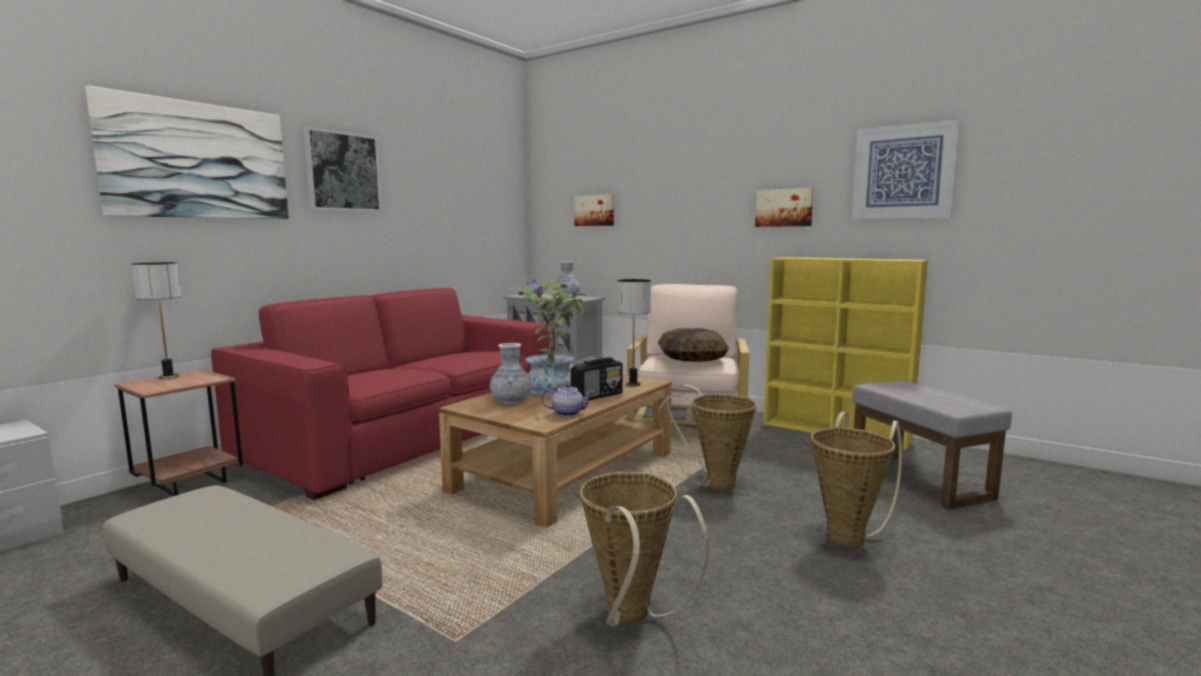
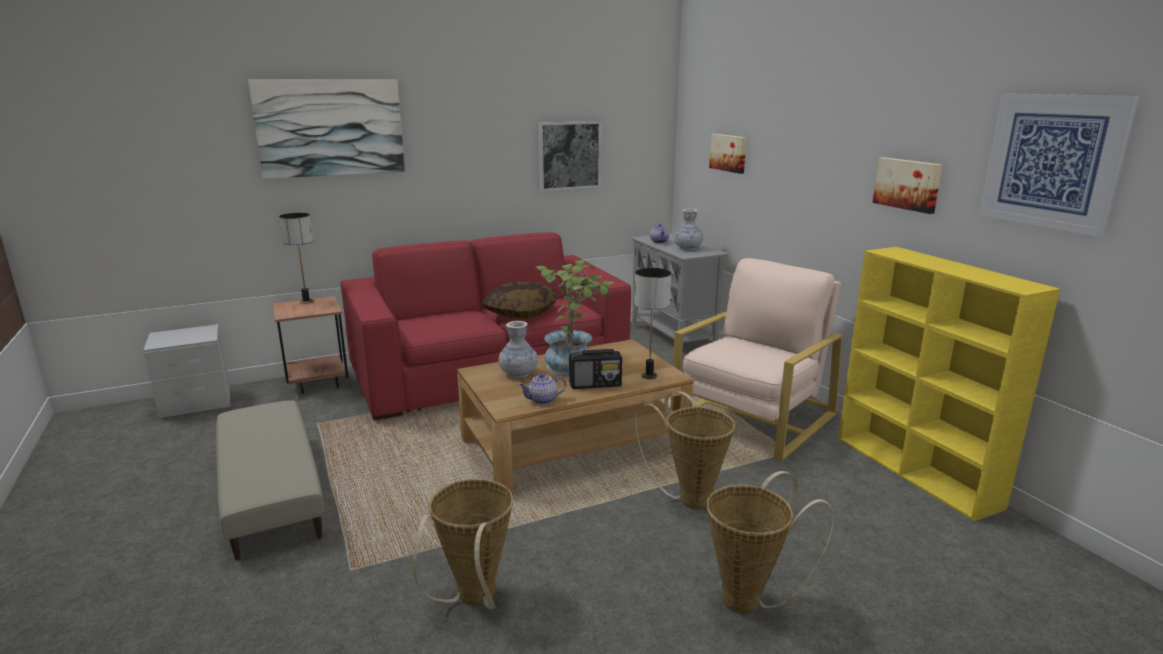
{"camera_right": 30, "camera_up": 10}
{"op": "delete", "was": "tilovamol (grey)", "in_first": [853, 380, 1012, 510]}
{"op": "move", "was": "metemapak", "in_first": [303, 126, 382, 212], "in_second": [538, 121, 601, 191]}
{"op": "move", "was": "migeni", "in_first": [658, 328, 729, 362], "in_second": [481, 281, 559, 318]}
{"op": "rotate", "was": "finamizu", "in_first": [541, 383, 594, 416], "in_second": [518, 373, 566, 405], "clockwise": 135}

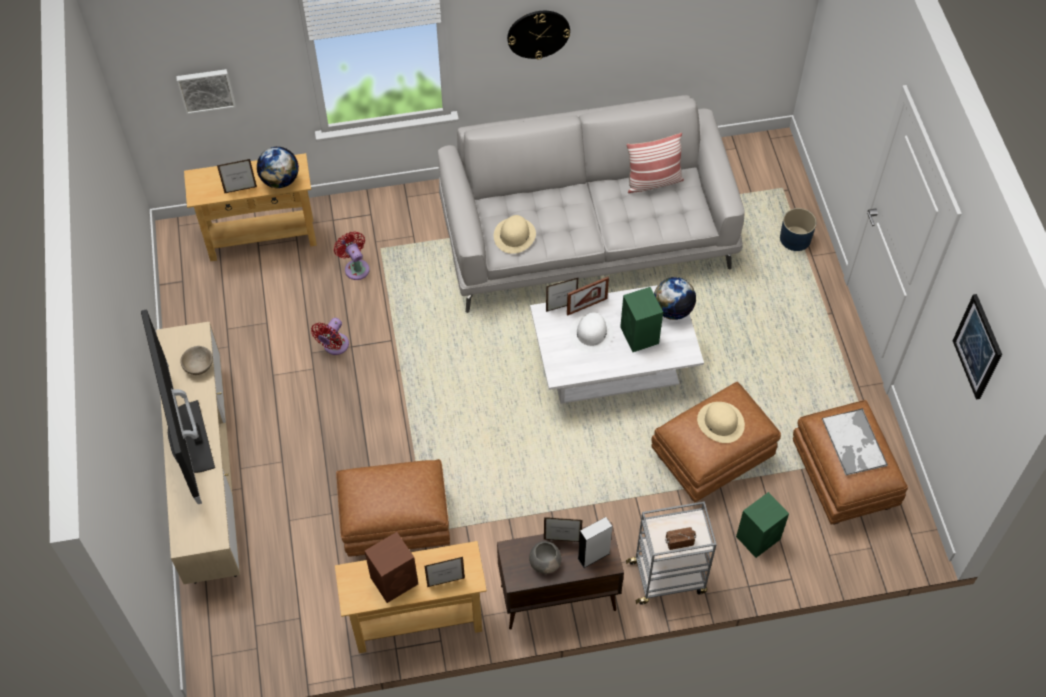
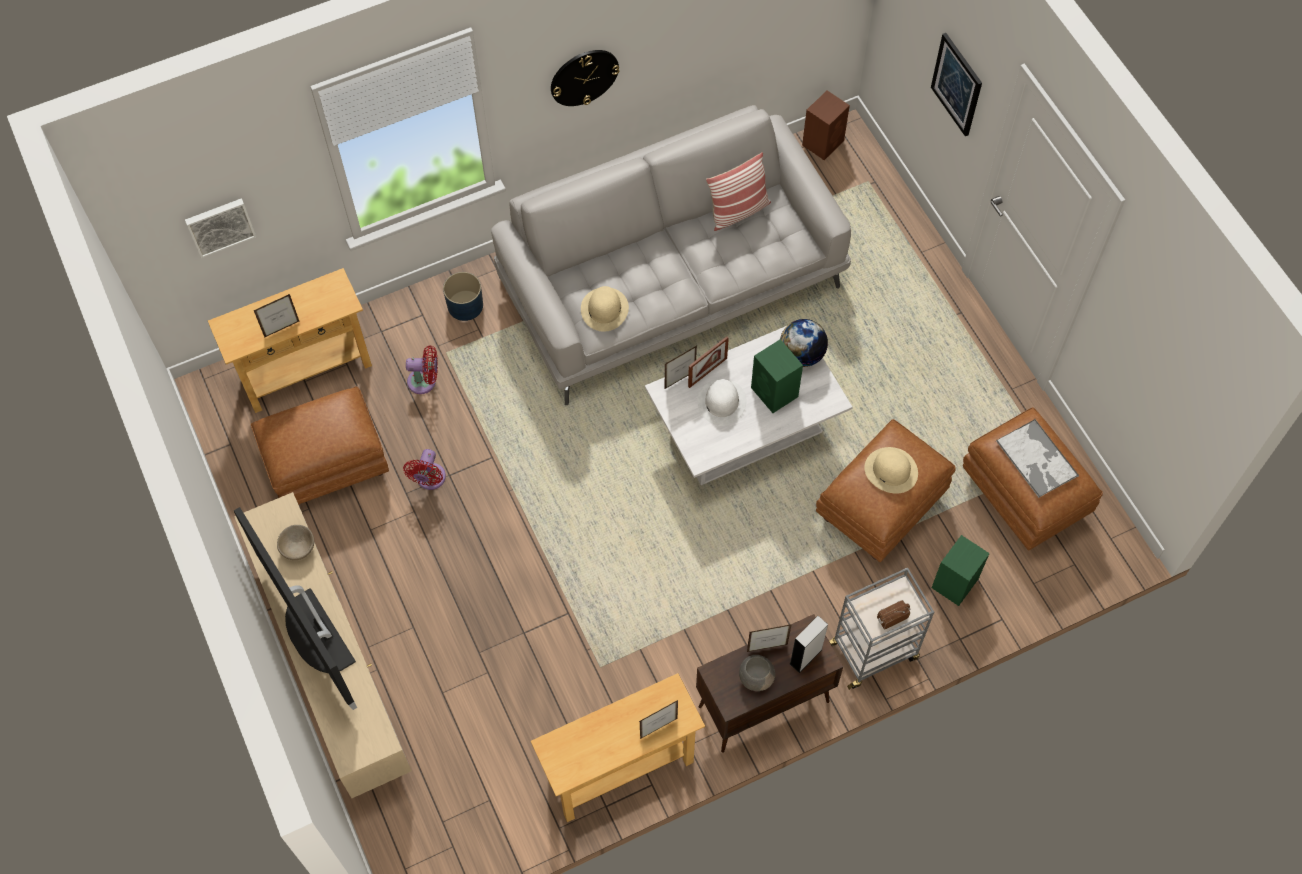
{"camera_right": -15, "camera_up": 5}
{"op": "delete", "was": "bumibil", "in_first": [257, 147, 299, 188]}
{"op": "move", "was": "tilovamol (brown)", "in_first": [336, 459, 450, 557], "in_second": [251, 386, 389, 505]}
{"op": "move", "was": "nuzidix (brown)", "in_first": [365, 532, 418, 603], "in_second": [802, 90, 850, 160]}
{"op": "move", "was": "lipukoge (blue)", "in_first": [780, 208, 816, 251], "in_second": [443, 272, 483, 321]}
{"op": "move", "was": "metemapak", "in_first": [953, 294, 1002, 399], "in_second": [931, 33, 982, 136]}
{"op": "rotate", "was": "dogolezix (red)", "in_first": [334, 231, 370, 280], "in_second": [406, 345, 438, 394], "clockwise": 135}

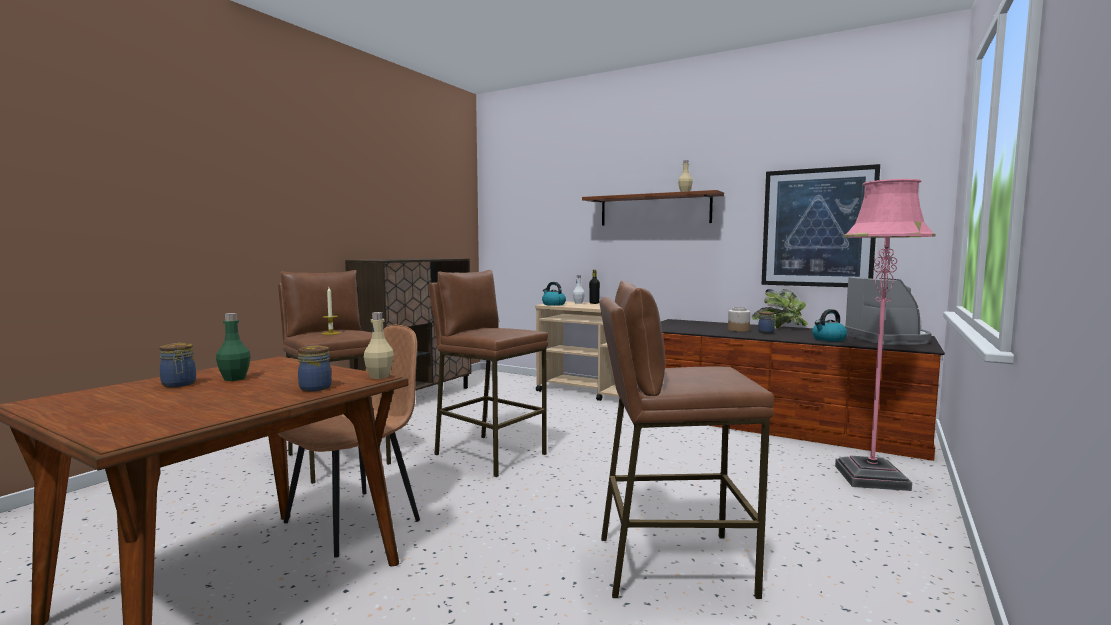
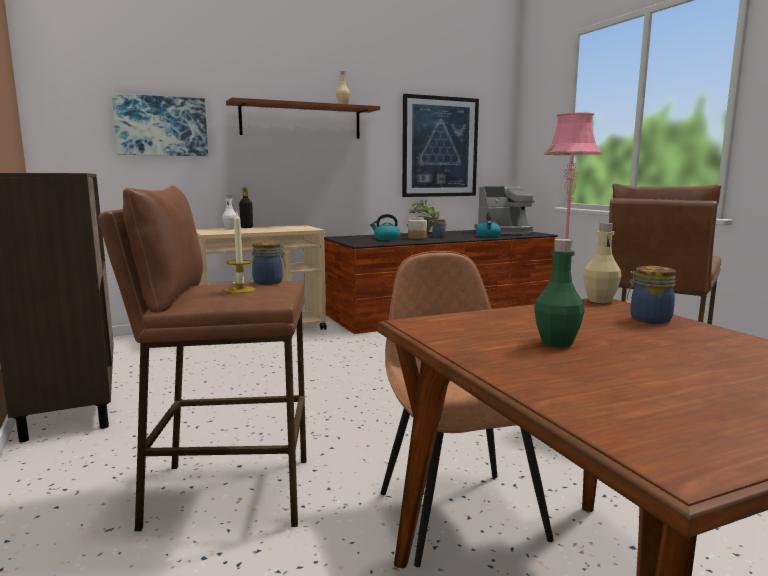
{"camera_right": -55, "camera_up": 5}
{"op": "delete", "was": "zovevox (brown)", "in_first": [429, 270, 548, 477]}
{"op": "insert", "now": "metemapak", "in_second": [112, 93, 208, 156]}
{"op": "move", "was": "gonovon", "in_first": [159, 343, 196, 387], "in_second": [252, 241, 286, 285]}
{"op": "move", "was": "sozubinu", "in_first": [542, 282, 566, 306], "in_second": [370, 214, 400, 240]}
{"op": "rotate", "was": "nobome", "in_first": [845, 277, 932, 345], "in_second": [474, 186, 534, 234], "clockwise": 135}

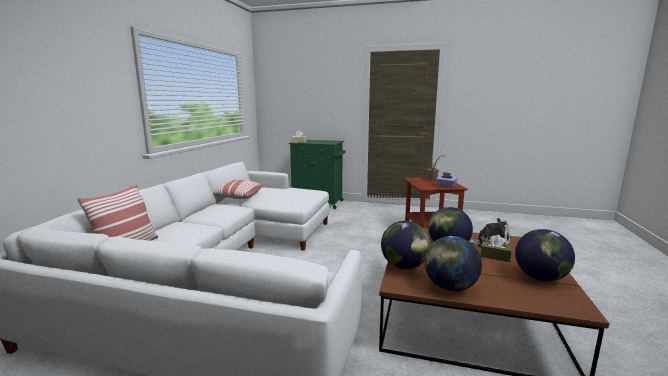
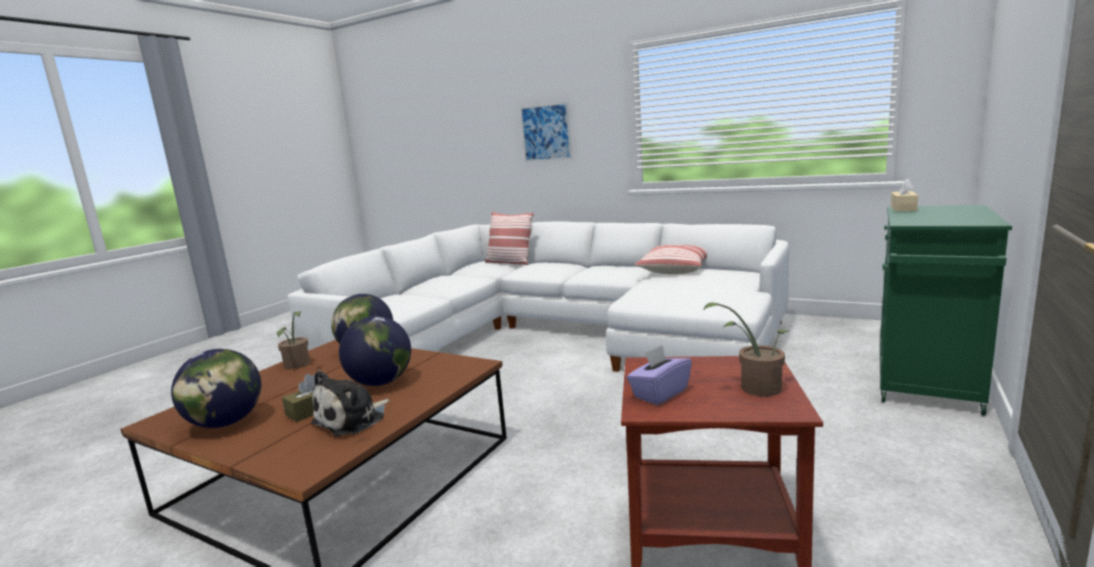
{"camera_right": 105, "camera_up": 0}
{"op": "insert", "now": "metemapak", "in_second": [520, 102, 572, 162]}
{"op": "replace", "was": "bumibil", "now": "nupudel", "in_first": [425, 236, 482, 291], "in_second": [277, 311, 310, 369]}

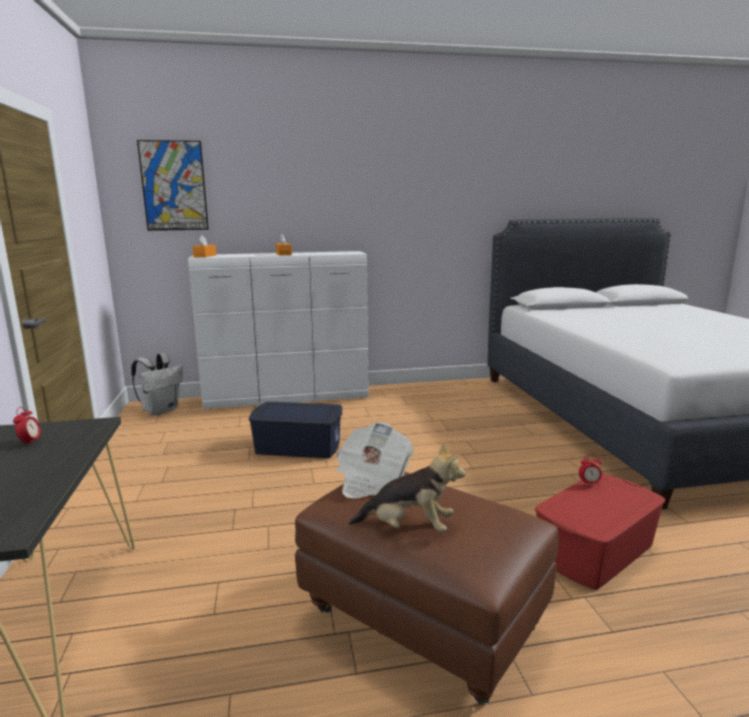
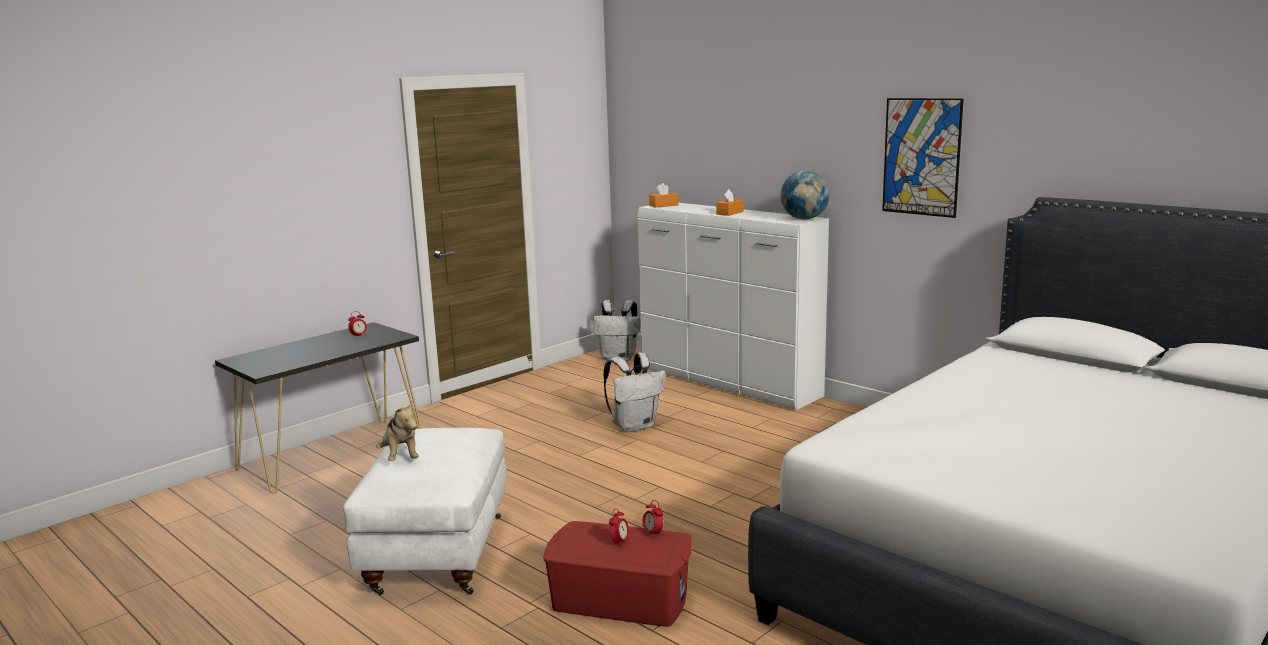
{"camera_right": 55, "camera_up": 0}
{"op": "delete", "was": "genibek", "in_first": [336, 422, 414, 498]}
{"op": "insert", "now": "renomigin", "in_second": [609, 508, 629, 547]}
{"op": "insert", "now": "bumibil", "in_second": [780, 171, 829, 219]}
{"op": "move", "was": "metemapak", "in_first": [137, 140, 209, 231], "in_second": [882, 98, 964, 218]}
{"op": "replace", "was": "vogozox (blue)", "now": "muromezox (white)", "in_first": [249, 402, 342, 458], "in_second": [603, 353, 665, 432]}
{"op": "recolor", "was": "tilovamol (brown)", "now": "tilovamol (white)", "in_first": [295, 472, 559, 705], "in_second": [343, 428, 507, 596]}

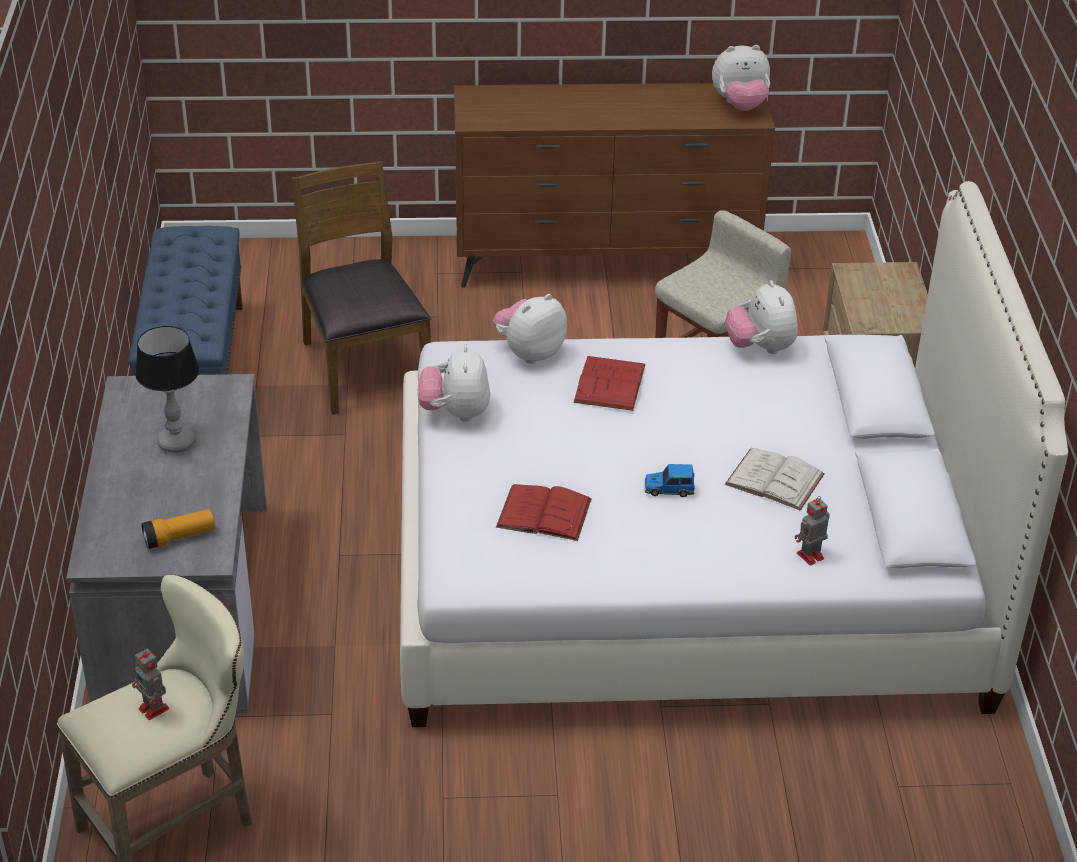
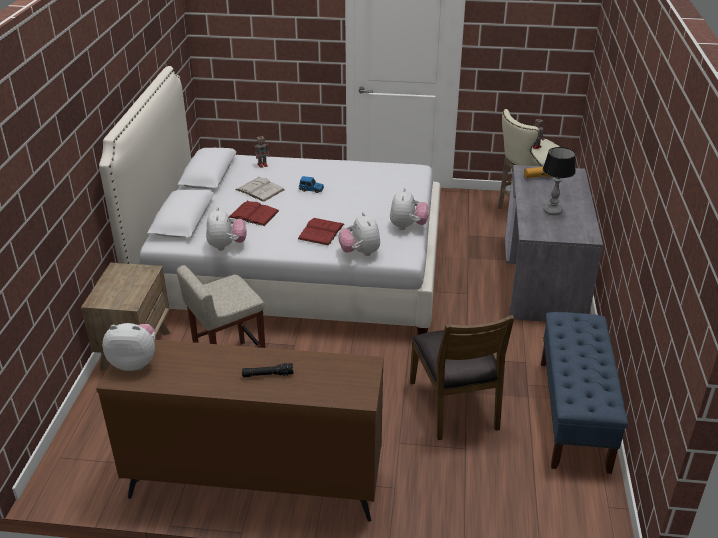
{"camera_right": -170, "camera_up": -5}
{"op": "insert", "now": "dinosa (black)", "in_second": [242, 363, 293, 378]}
{"op": "move", "was": "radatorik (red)", "in_first": [496, 484, 592, 541], "in_second": [229, 201, 279, 226]}
{"op": "rotate", "was": "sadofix", "in_first": [493, 294, 567, 364], "in_second": [339, 212, 380, 256], "clockwise": 105}

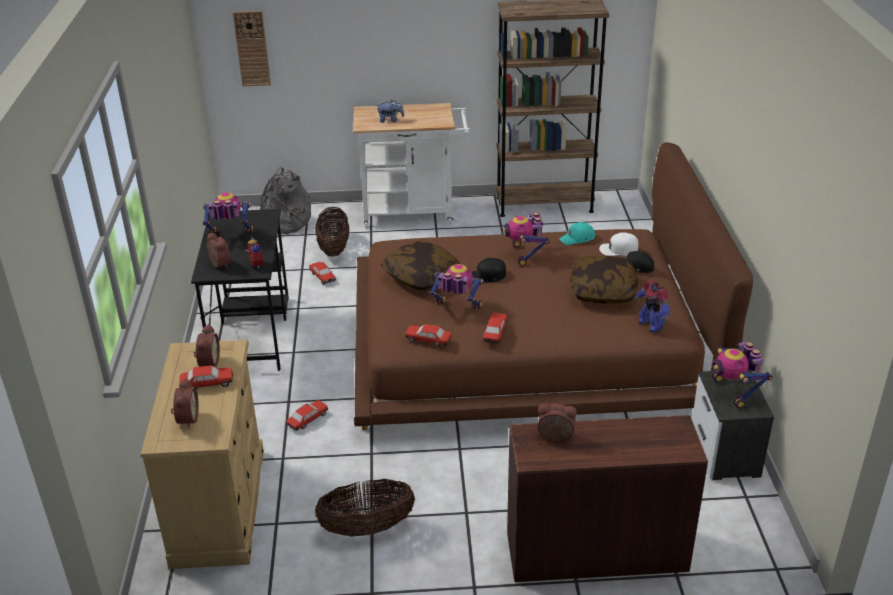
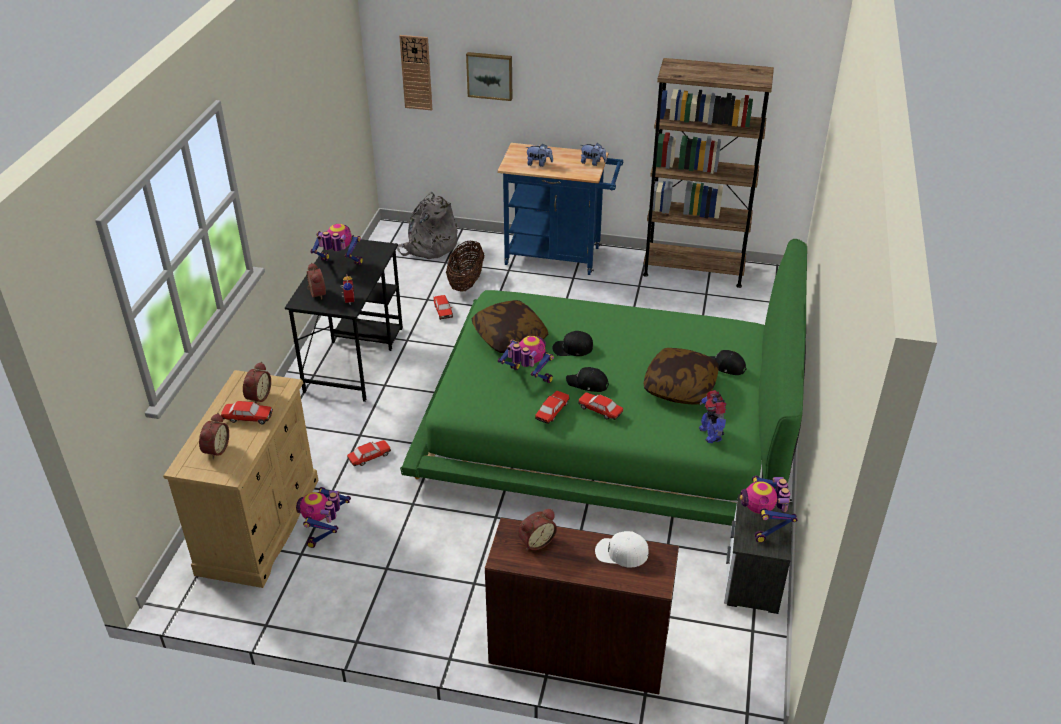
{"camera_right": 15, "camera_up": 5}
{"op": "delete", "was": "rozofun", "in_first": [315, 479, 415, 537]}
{"op": "delete", "was": "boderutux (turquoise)", "in_first": [559, 222, 595, 245]}
{"op": "insert", "now": "metemapak", "in_second": [466, 52, 512, 101]}
{"op": "insert", "now": "boderutux (black)", "in_second": [566, 367, 609, 392]}
{"op": "insert", "now": "sadofix", "in_second": [581, 143, 607, 166]}
{"op": "move", "was": "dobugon", "in_first": [405, 324, 452, 347], "in_second": [578, 392, 623, 420]}
{"op": "move", "was": "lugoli", "in_first": [503, 212, 549, 266], "in_second": [296, 487, 351, 548]}
{"op": "move", "was": "boderutux (white)", "in_first": [599, 232, 638, 256], "in_second": [595, 531, 649, 568]}
{"op": "recolor", "was": "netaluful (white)", "now": "netaluful (blue)", "in_first": [353, 103, 470, 228], "in_second": [497, 143, 623, 275]}
{"op": "recolor", "was": "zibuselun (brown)", "now": "zibuselun (green)", "in_first": [354, 142, 753, 430], "in_second": [400, 239, 807, 526]}
{"op": "rotate", "was": "renomigin", "in_first": [538, 403, 577, 442], "in_second": [518, 509, 557, 550], "clockwise": 120}

